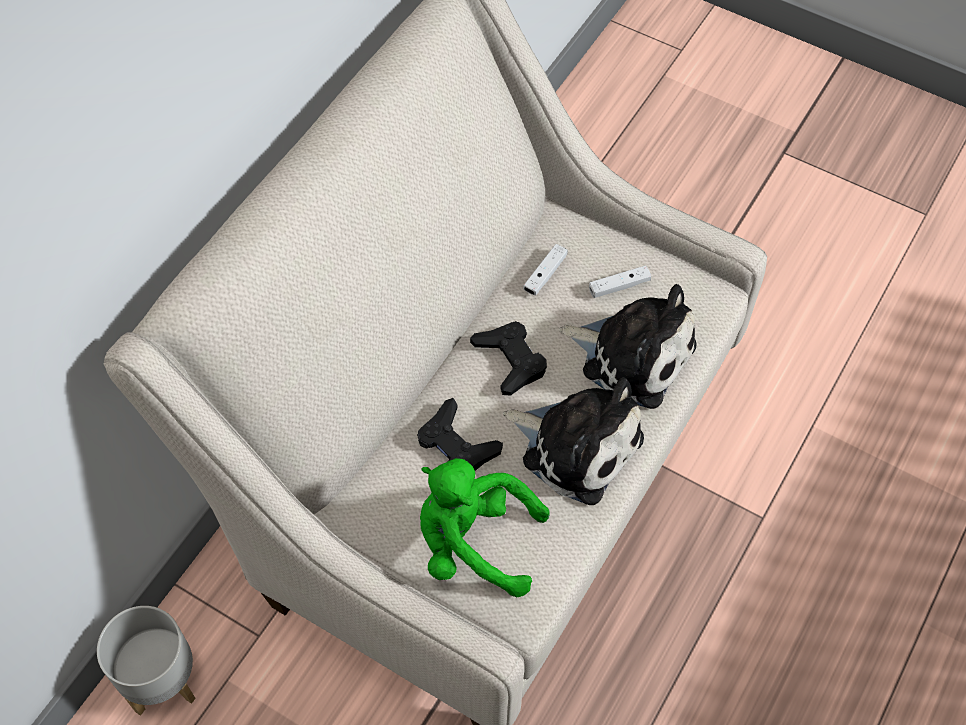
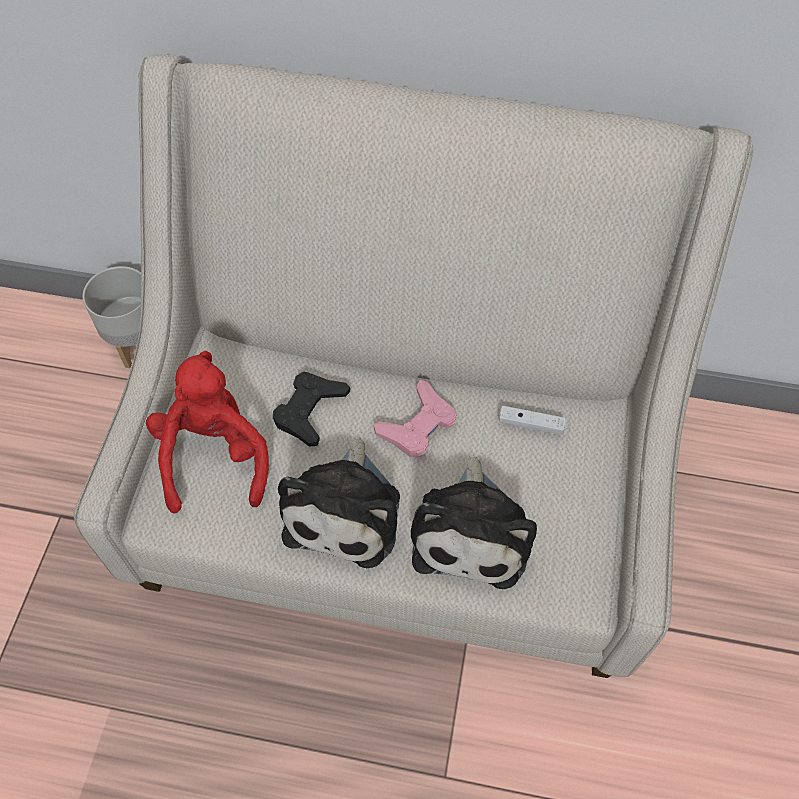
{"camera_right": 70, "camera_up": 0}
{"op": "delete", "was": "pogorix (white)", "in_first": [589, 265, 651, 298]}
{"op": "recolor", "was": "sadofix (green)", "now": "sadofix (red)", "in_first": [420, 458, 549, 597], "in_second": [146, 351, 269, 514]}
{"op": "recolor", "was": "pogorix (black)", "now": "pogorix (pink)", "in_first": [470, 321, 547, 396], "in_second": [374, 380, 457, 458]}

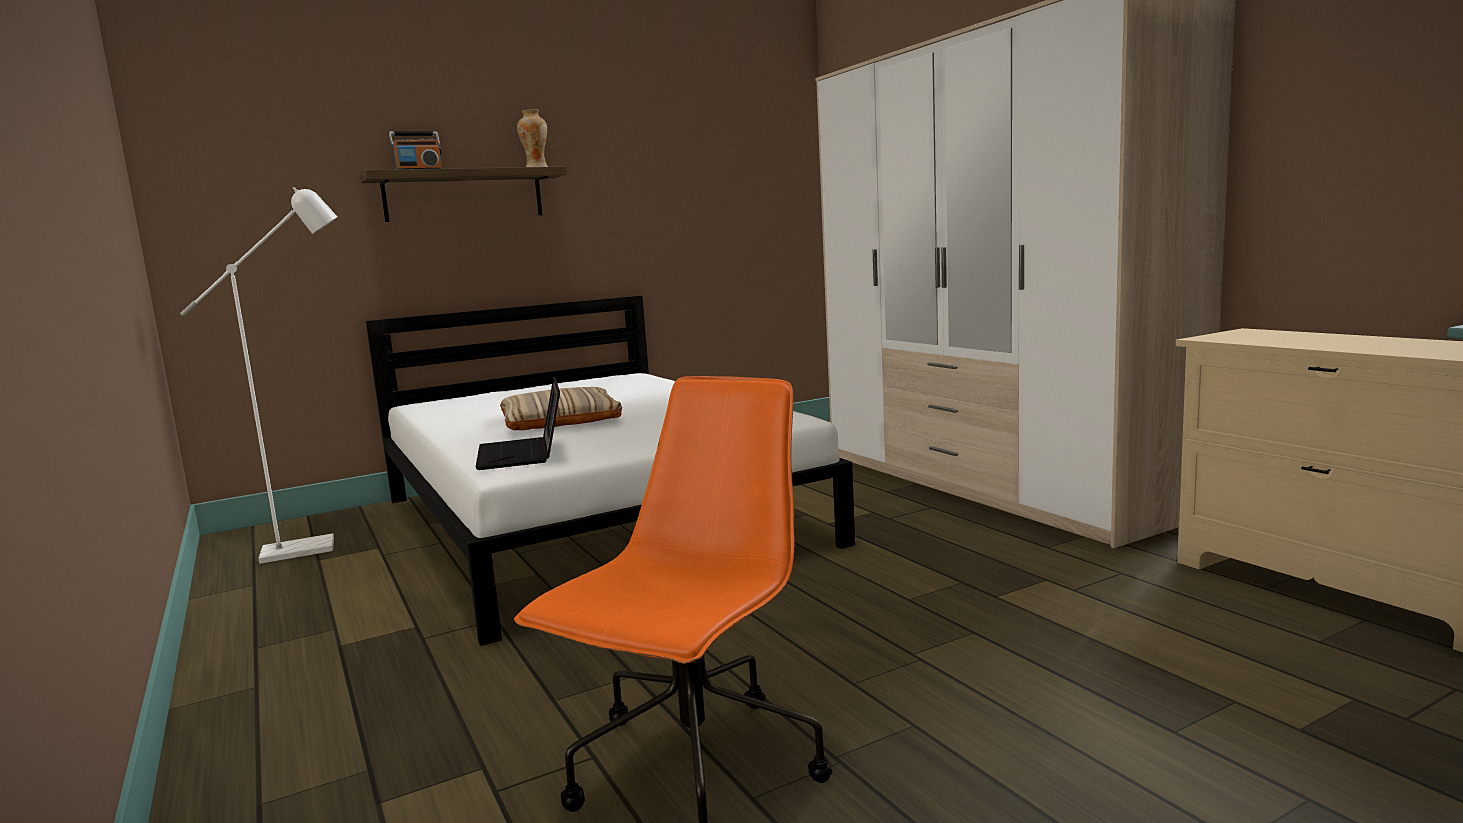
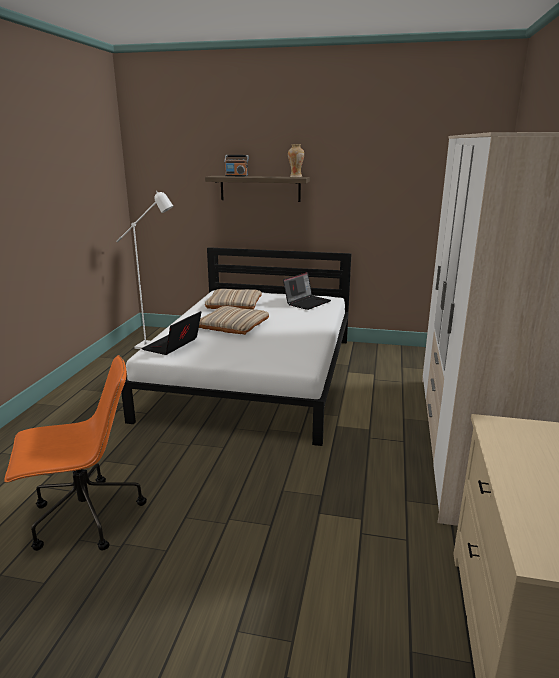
{"camera_right": 40, "camera_up": 10}
{"op": "insert", "now": "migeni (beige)", "in_second": [205, 289, 262, 309]}
{"op": "insert", "now": "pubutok", "in_second": [283, 272, 331, 310]}

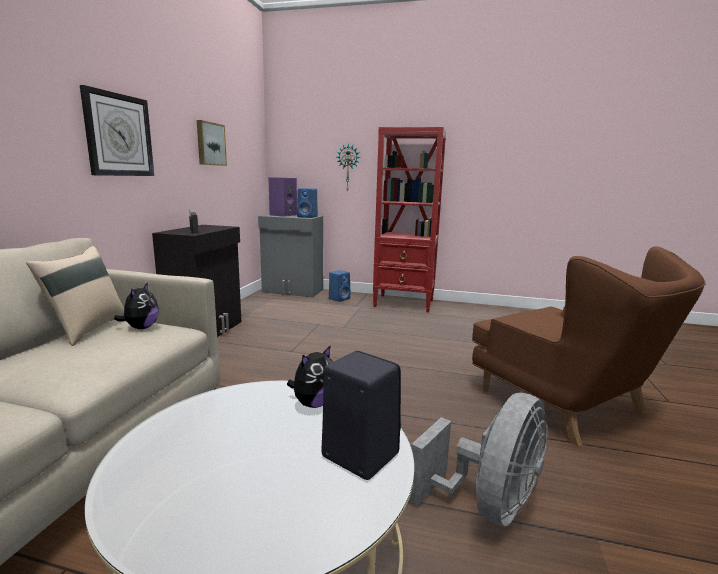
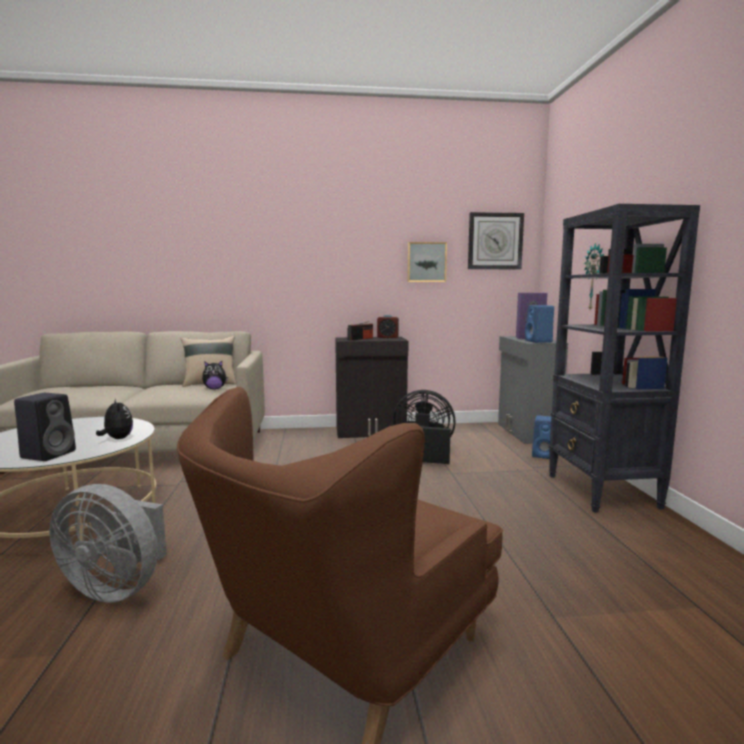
{"camera_right": 70, "camera_up": -5}
{"op": "insert", "now": "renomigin", "in_second": [377, 315, 399, 338]}
{"op": "insert", "now": "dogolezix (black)", "in_second": [393, 390, 456, 464]}
{"op": "move", "was": "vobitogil", "in_first": [80, 85, 154, 176], "in_second": [468, 212, 524, 269]}
{"op": "recolor", "was": "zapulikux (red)", "now": "zapulikux (black)", "in_first": [373, 127, 446, 313], "in_second": [549, 204, 700, 513]}
{"op": "rotate", "was": "sadofix", "in_first": [287, 345, 333, 408], "in_second": [96, 398, 133, 439], "clockwise": -150}

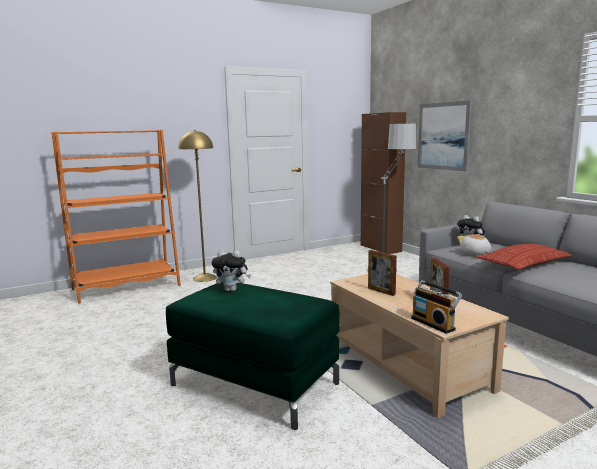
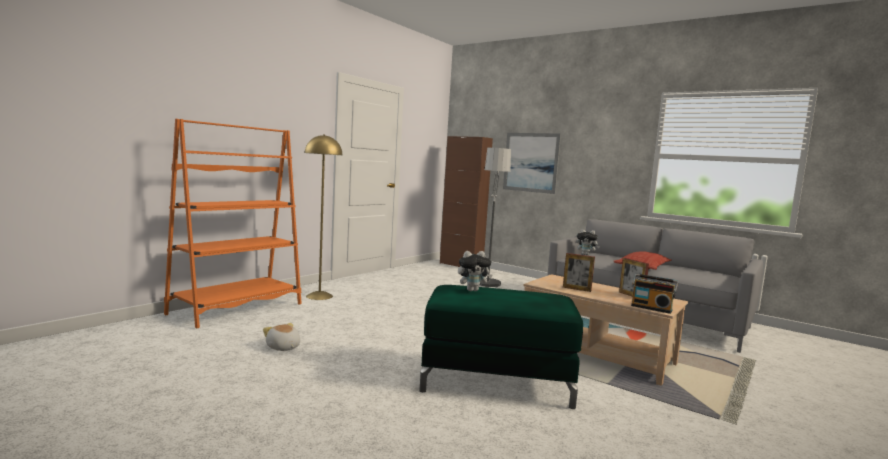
{"camera_right": -25, "camera_up": -5}
{"op": "move", "was": "sadofix", "in_first": [457, 234, 491, 255], "in_second": [263, 323, 300, 351]}

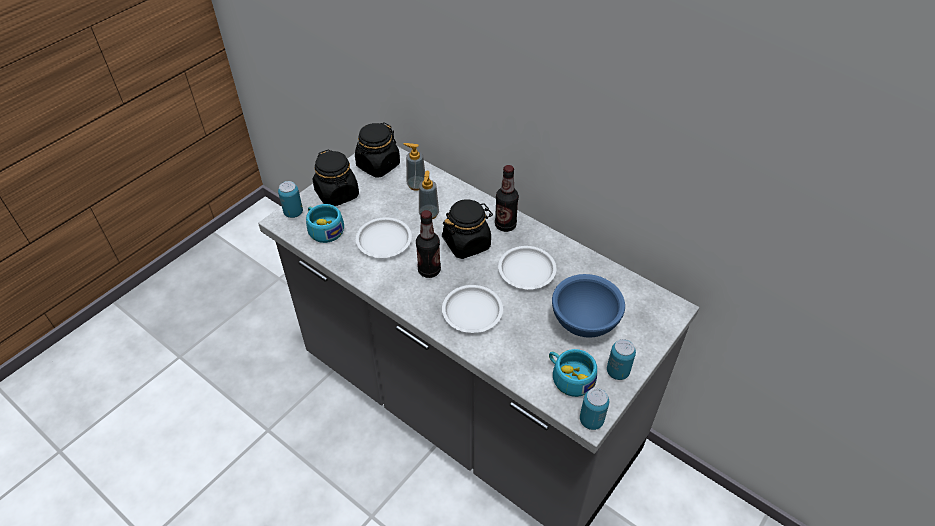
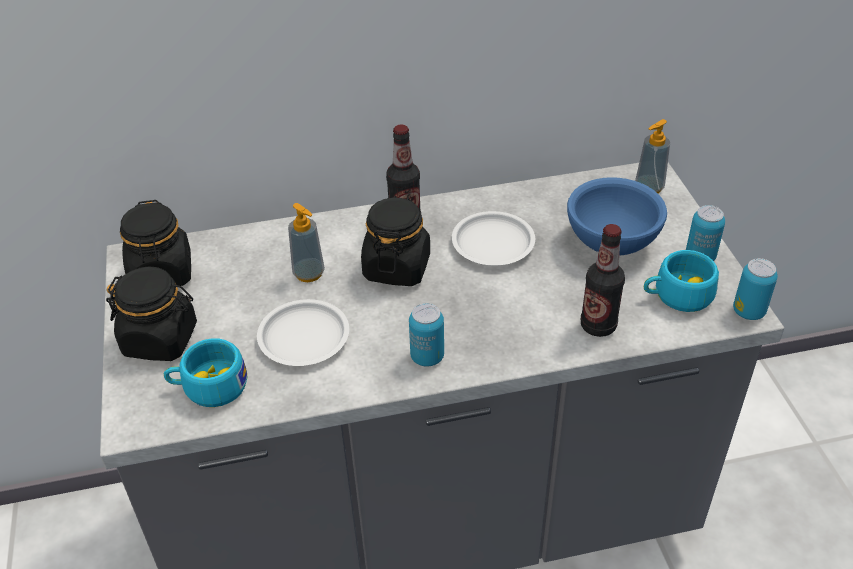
{"camera_right": -50, "camera_up": -5}
{"op": "delete", "was": "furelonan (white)", "in_first": [442, 285, 503, 333]}
{"op": "move", "was": "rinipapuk", "in_first": [278, 181, 303, 218], "in_second": [409, 303, 444, 366]}
{"op": "move", "was": "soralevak", "in_first": [404, 143, 425, 191], "in_second": [635, 119, 670, 194]}
{"op": "move", "was": "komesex", "in_first": [416, 210, 441, 278], "in_second": [581, 224, 625, 337]}

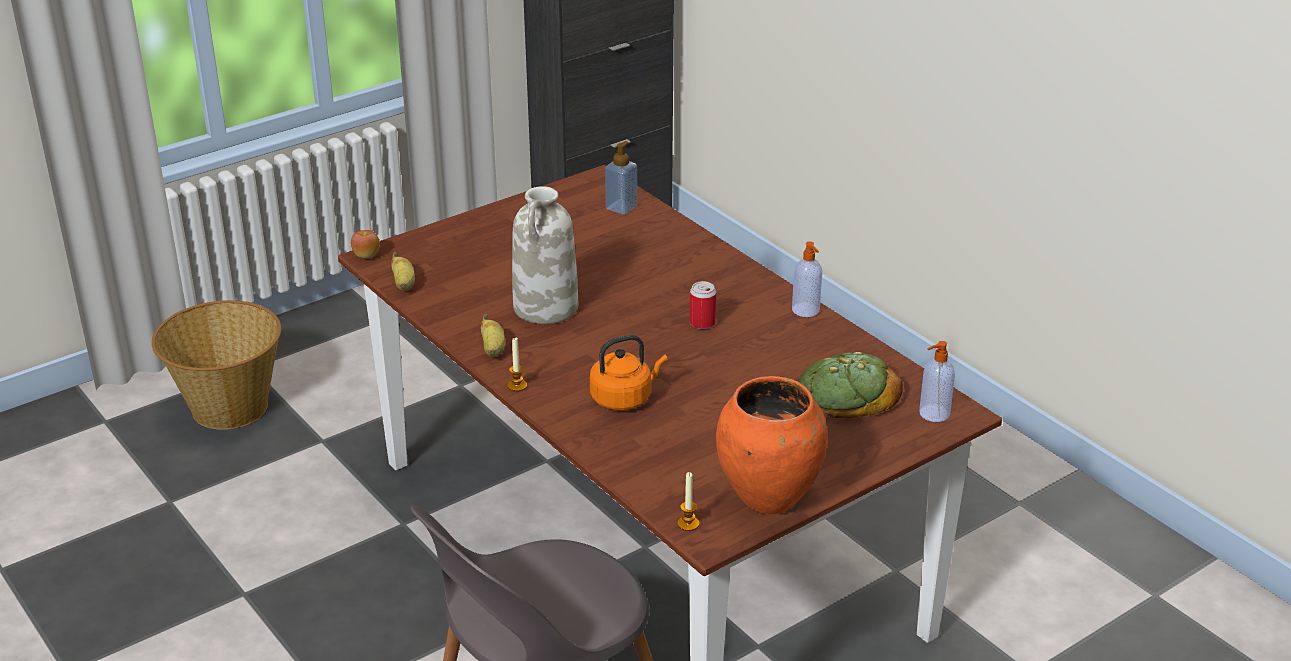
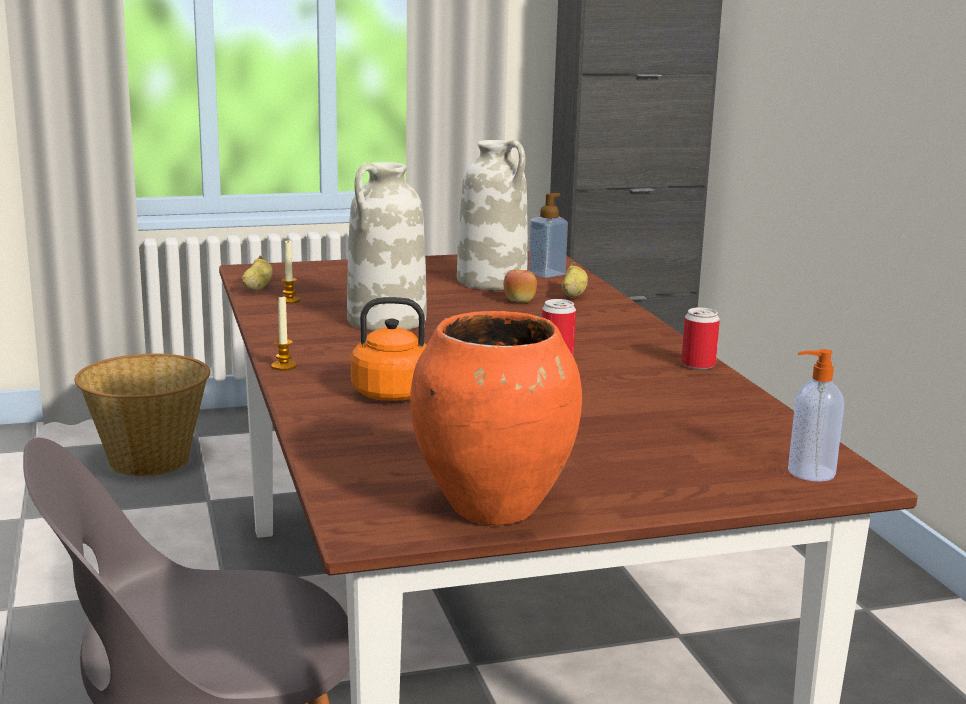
{"camera_right": 20, "camera_up": -15}
{"op": "delete", "was": "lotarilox", "in_first": [798, 352, 903, 418]}
{"op": "insert", "now": "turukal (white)", "in_second": [457, 140, 528, 290]}
{"op": "move", "was": "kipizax", "in_first": [351, 230, 380, 258], "in_second": [504, 270, 537, 303]}
{"op": "move", "was": "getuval", "in_first": [481, 315, 505, 357], "in_second": [562, 262, 588, 298]}
{"op": "move", "was": "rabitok", "in_first": [677, 472, 699, 531], "in_second": [281, 240, 300, 304]}
{"op": "replace", "was": "soralevak", "now": "rinipapuk", "in_first": [792, 241, 822, 317], "in_second": [681, 307, 720, 370]}

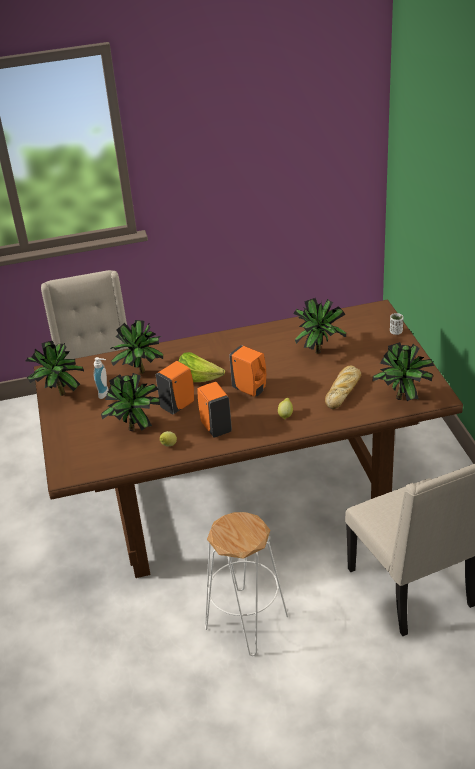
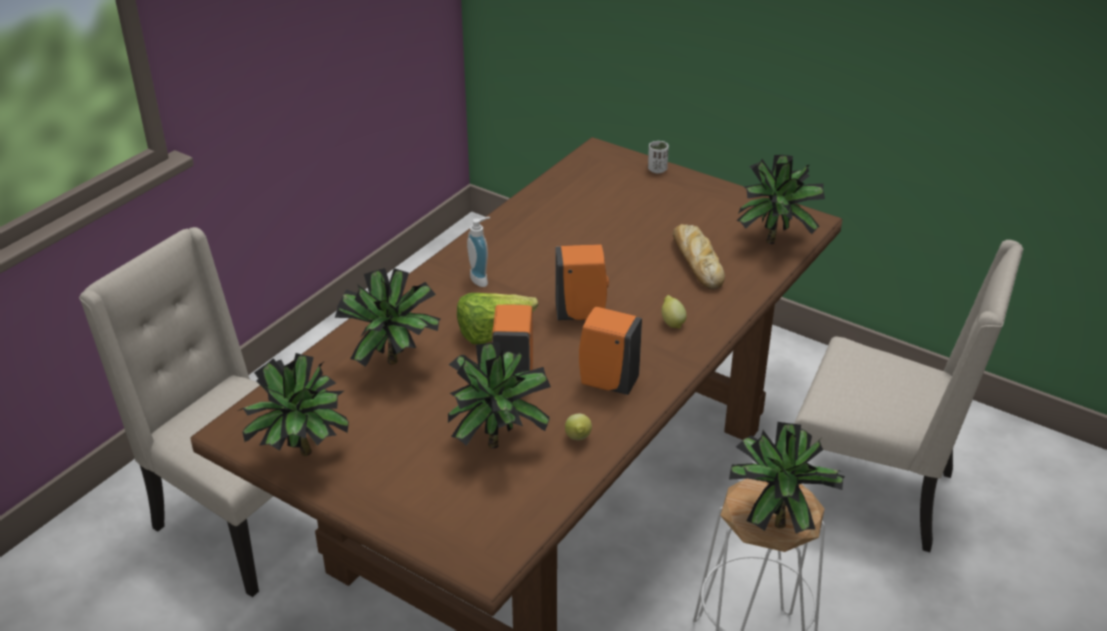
{"camera_right": -45, "camera_up": 0}
{"op": "move", "was": "soralevak", "in_first": [94, 357, 109, 399], "in_second": [467, 217, 490, 287]}
{"op": "move", "was": "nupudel", "in_first": [293, 298, 346, 354], "in_second": [729, 422, 845, 533]}

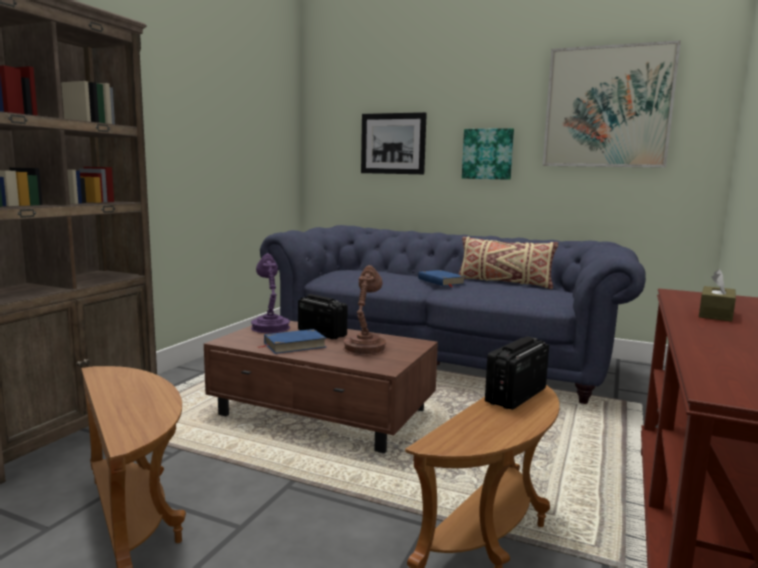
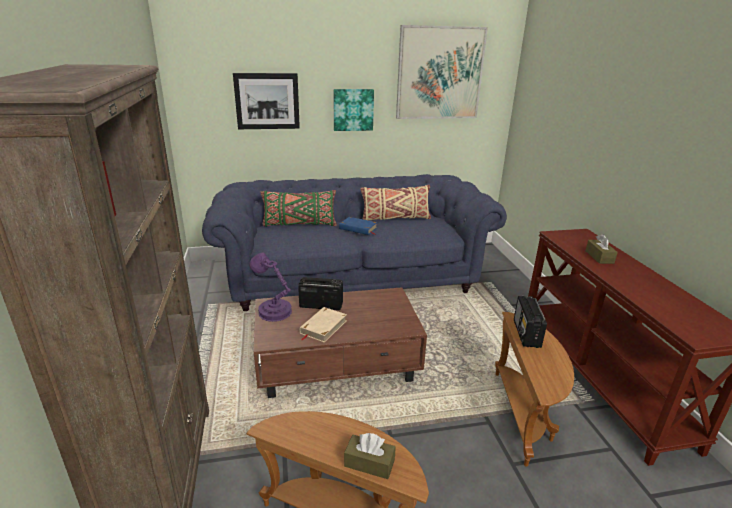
{"camera_right": -35, "camera_up": 15}
{"op": "delete", "was": "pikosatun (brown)", "in_first": [343, 265, 386, 355]}
{"op": "insert", "now": "migeni (green)", "in_second": [260, 190, 337, 227]}
{"op": "insert", "now": "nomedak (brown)", "in_second": [344, 433, 396, 479]}
{"op": "recolor", "was": "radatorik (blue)", "now": "radatorik (beige)", "in_first": [257, 329, 326, 354], "in_second": [300, 307, 347, 343]}

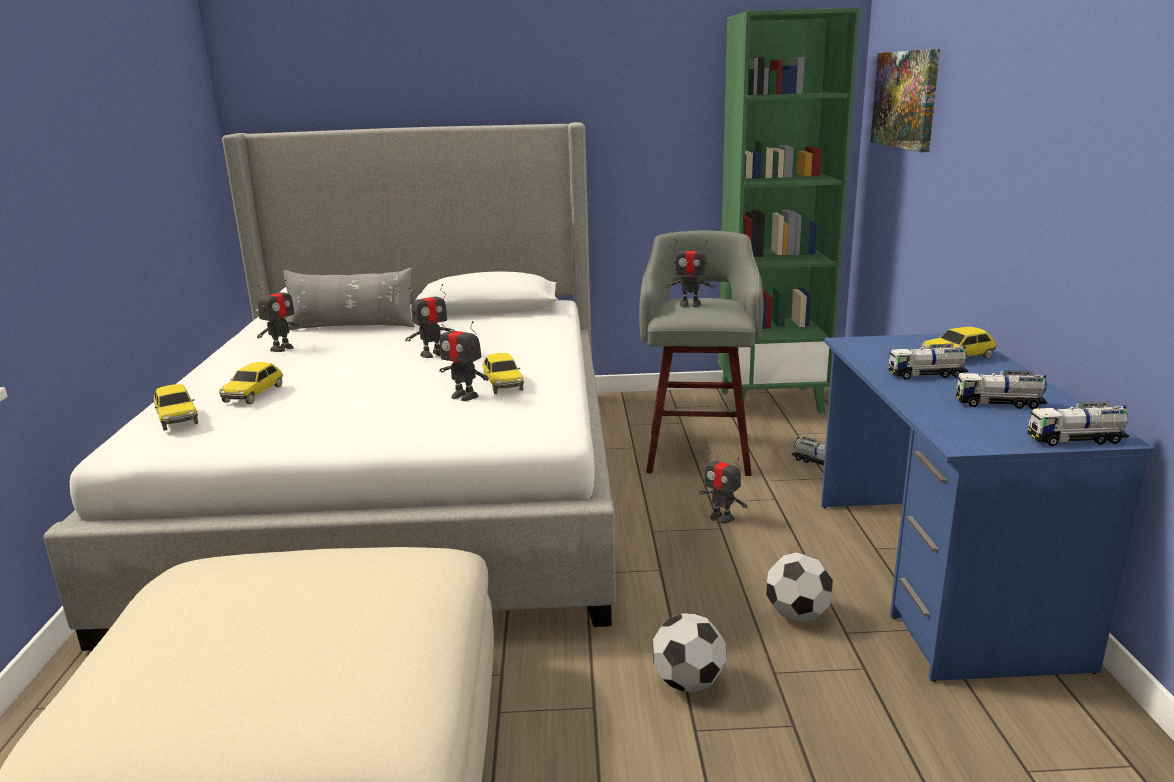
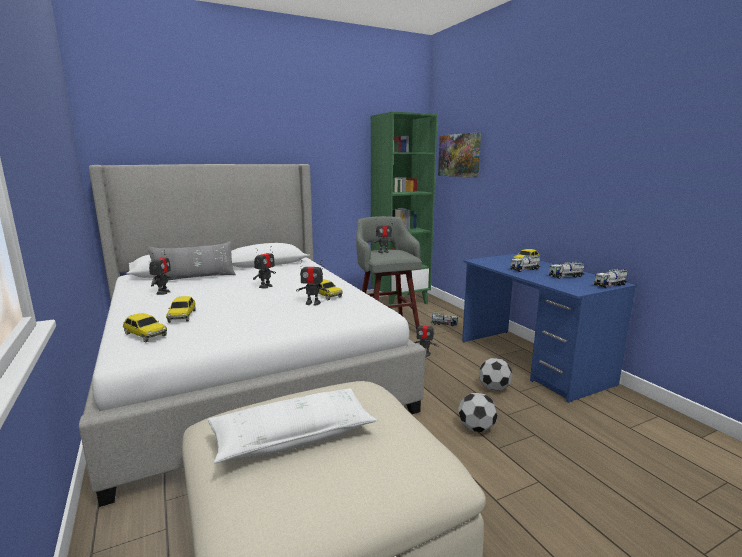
{"camera_right": -25, "camera_up": -5}
{"op": "insert", "now": "migeni (white)", "in_second": [208, 388, 377, 463]}

